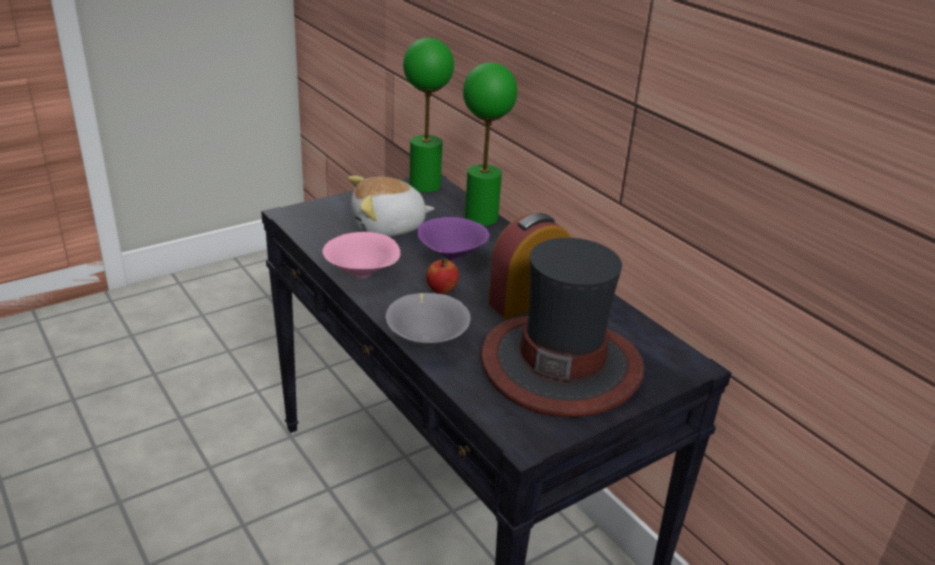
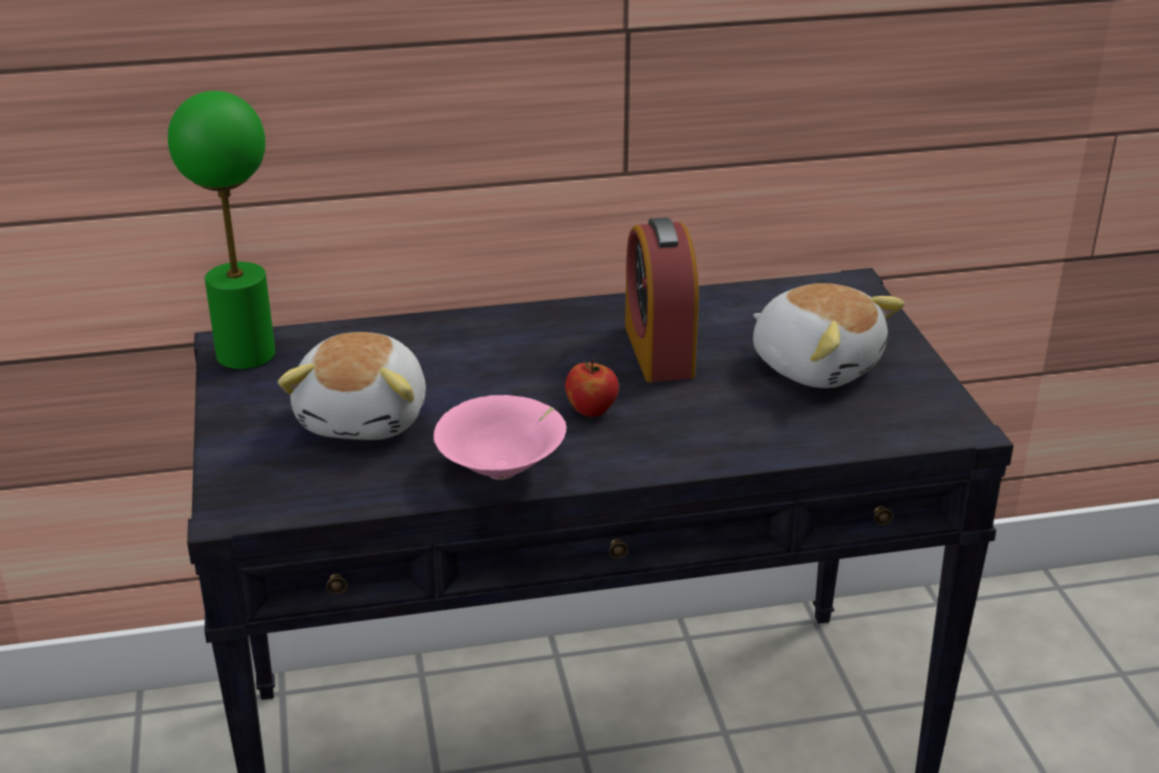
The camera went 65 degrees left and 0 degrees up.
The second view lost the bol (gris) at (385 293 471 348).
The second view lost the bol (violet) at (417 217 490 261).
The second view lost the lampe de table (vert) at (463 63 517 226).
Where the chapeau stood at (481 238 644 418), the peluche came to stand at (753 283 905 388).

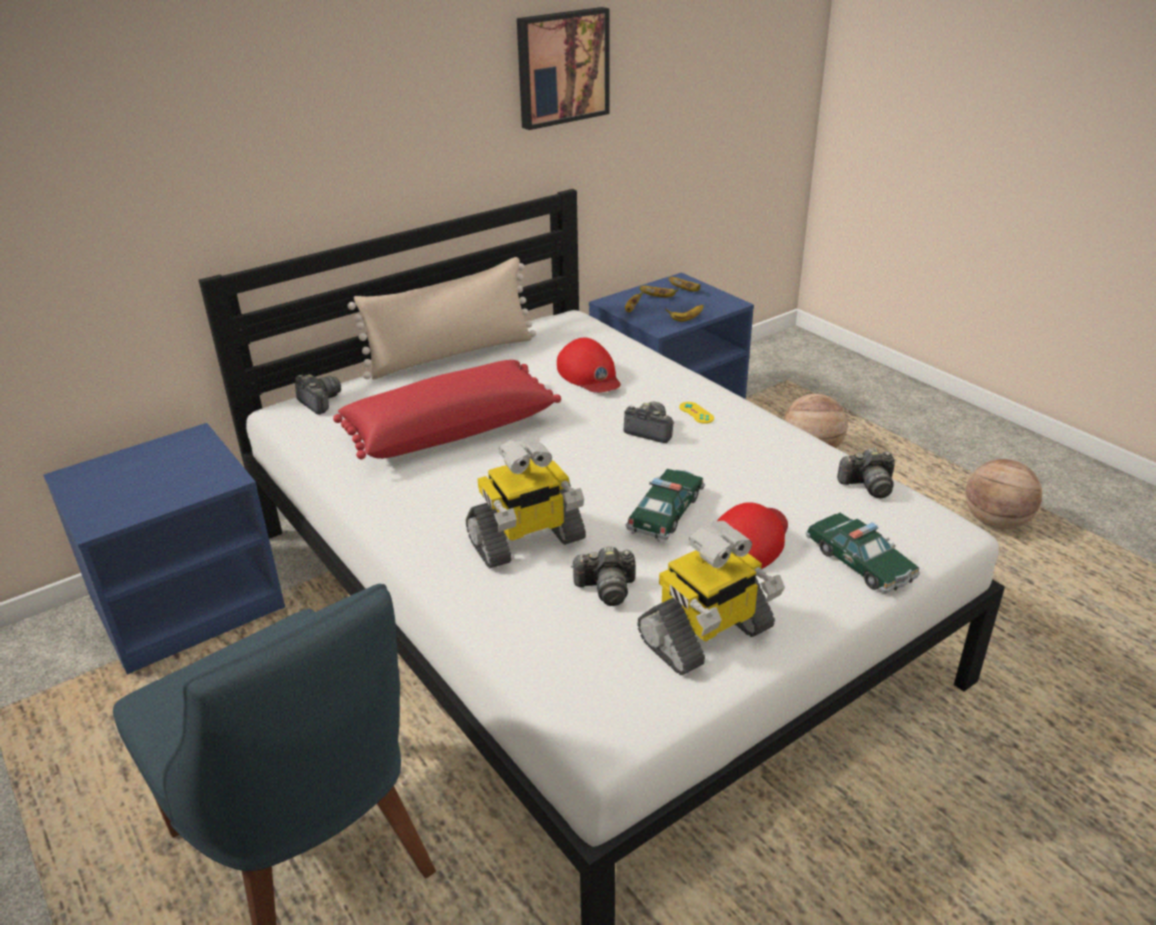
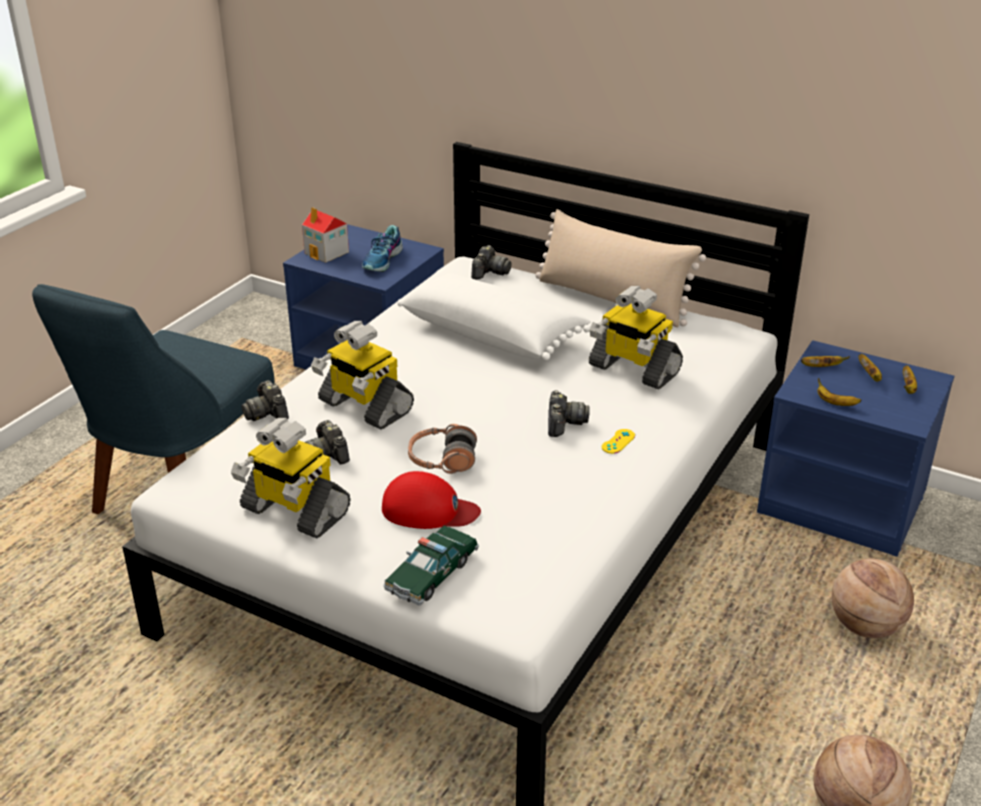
The camera went 65 degrees right and 0 degrees up.
The second view lost the tableau at (517 7 610 130).
The second view gained the maison miniature at (302 207 349 263).
The second view gained the chaussure at (362 225 403 272).
The appareil photo ended up elsewhere, having gone from (837 448 895 498) to (241 380 289 421).
Where the casquette (rouge) stood at (557 337 621 393), the robot jouet came to stand at (589 286 683 389).
Where the petite voiture stood at (625 469 705 541), the casque audio came to stand at (408 424 477 474).
What was the coussin (rouge) at (333 360 561 460) turned into the coussin (blanc) at (397 273 591 360).

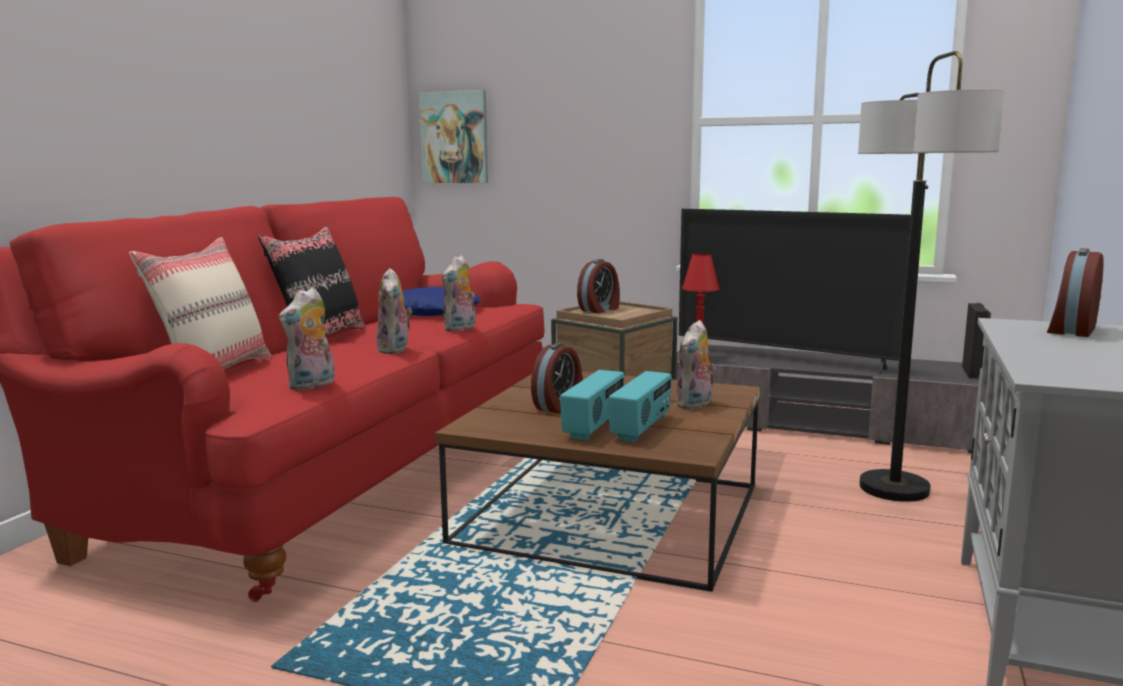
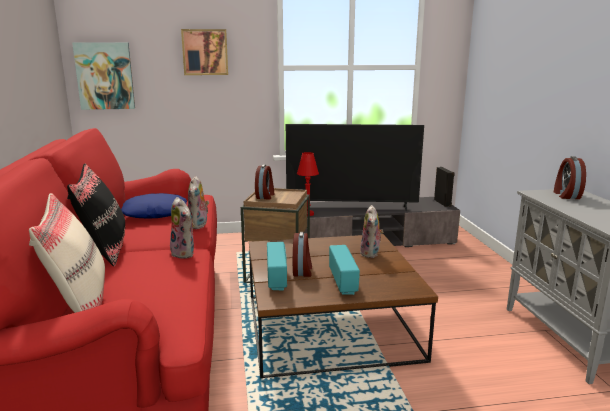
The camera went 30 degrees left and 5 degrees up.
The second view lost the peluche at (279 288 335 390).
The second view lost the lampadaire at (858 51 1004 502).
The second view gained the tableau at (181 29 228 75).
The radio ended up elsewhere, having gone from (608 371 672 443) to (267 242 287 291).

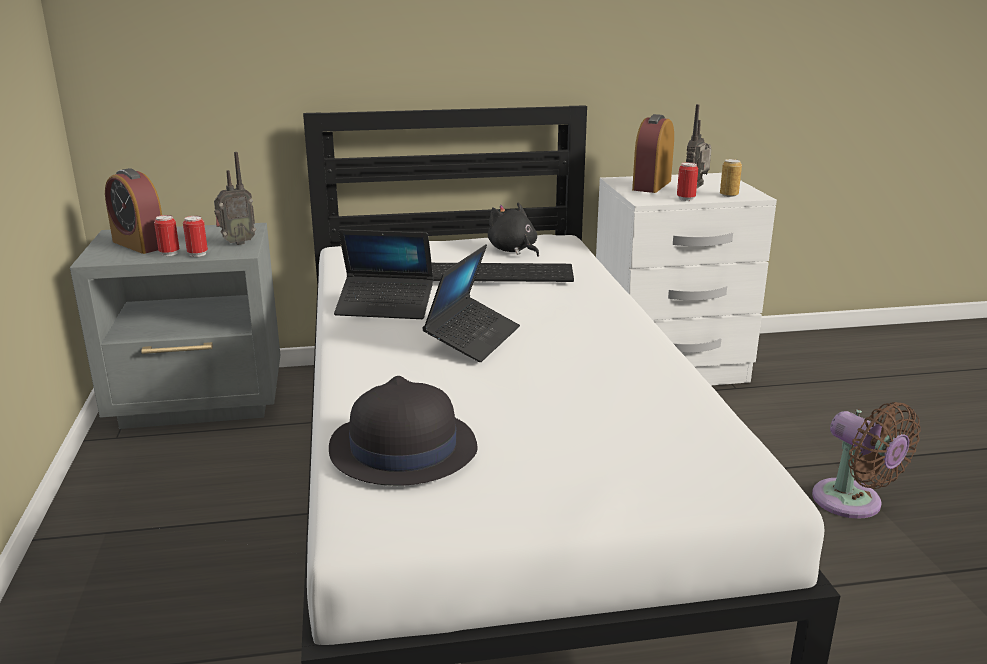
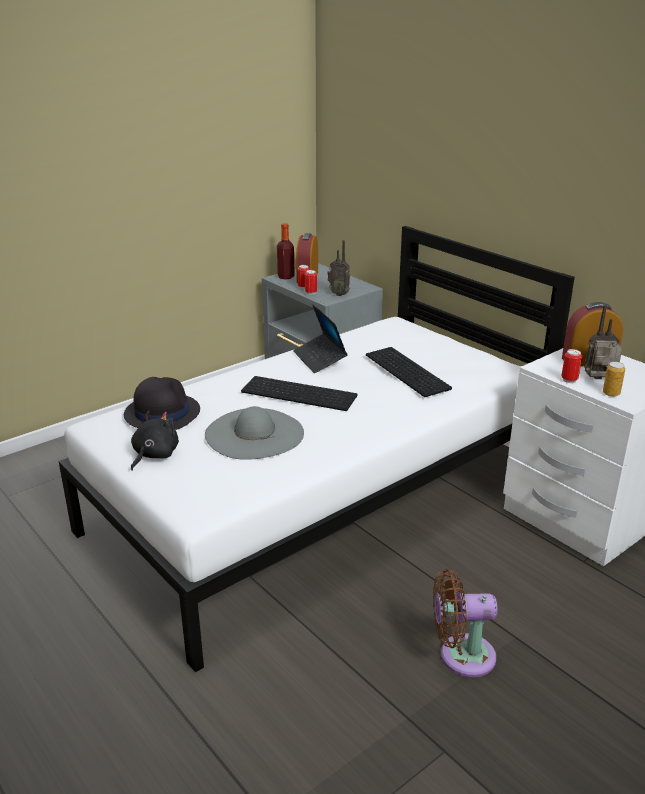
The camera went 60 degrees right and 5 degrees up.
The second view gained the chapeau (gris) at (205 406 304 460).
The second view gained the bouteille at (277 223 295 279).
The peluche (noir) ended up elsewhere, having gone from (488 203 539 257) to (131 411 179 471).
Where the ordinateur portable stood at (422 244 520 362), the clavier came to stand at (241 376 358 411).
The ventilateur (marron) at (812 402 921 519) ended up facing another way, 60 degrees clockwise from before.

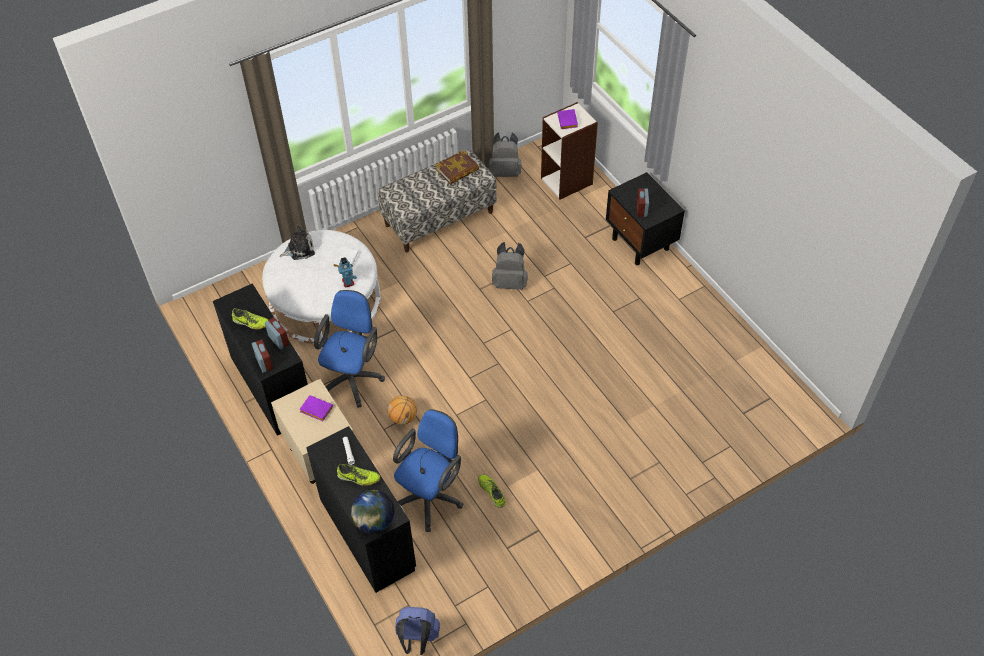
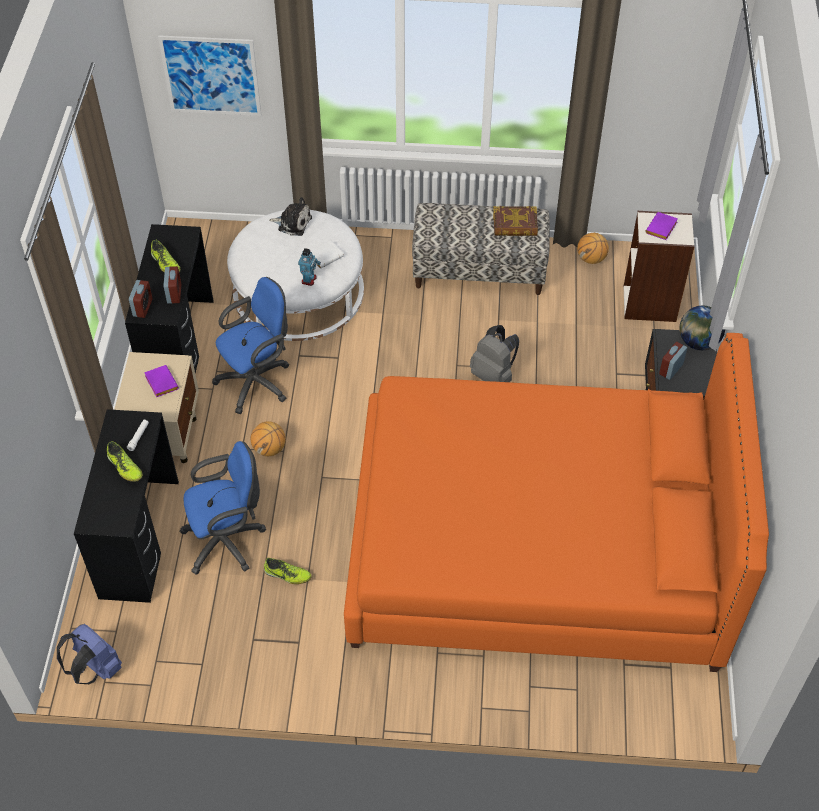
The camera went 35 degrees right and 0 degrees up.
The second view gained the tableau at (158 35 261 116).
The second view gained the lit (orange) at (344 333 769 672).
The globe ended up elsewhere, having gone from (351 490 394 534) to (680 306 725 350).
Where the sac à dos (gris) stood at (489 132 522 177), the ballon de basket came to stand at (577 233 609 264).
The chaussure at (478 475 506 508) ended up facing another way, 105 degrees clockwise from before.

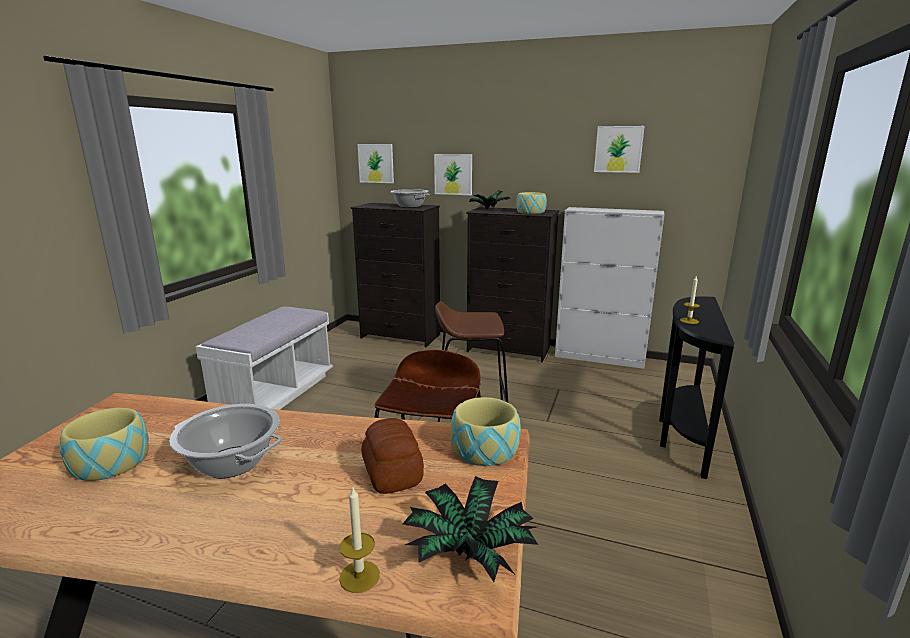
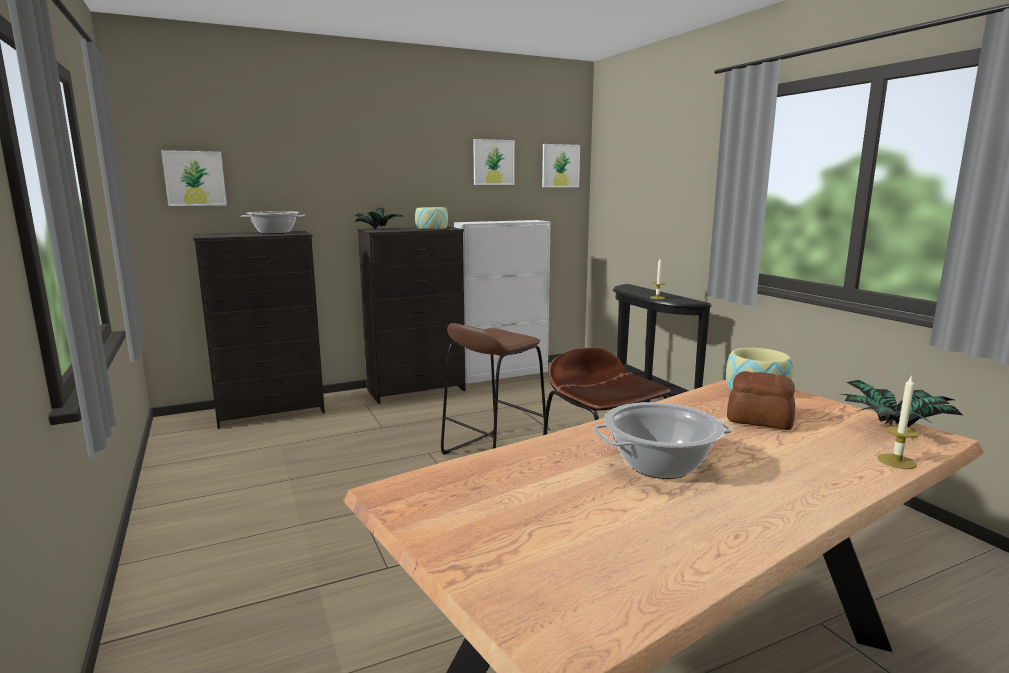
The camera went 45 degrees left and 5 degrees down.
The second view lost the bol at (59 408 149 481).
The second view lost the banc (blanc) at (196 307 333 410).
The tableau ended up elsewhere, having gone from (434 154 472 195) to (542 144 580 187).

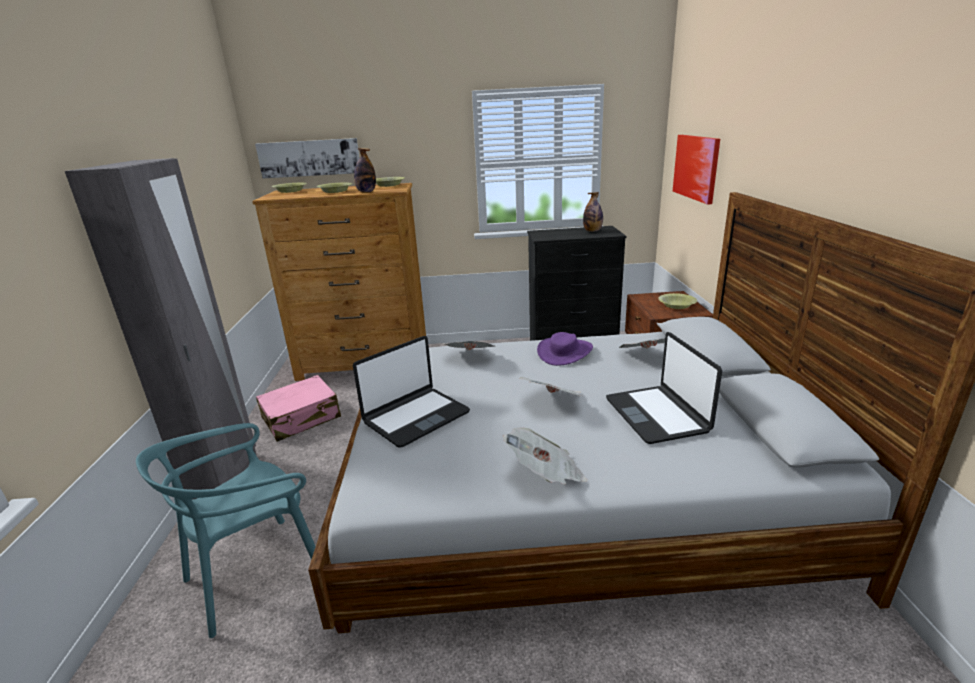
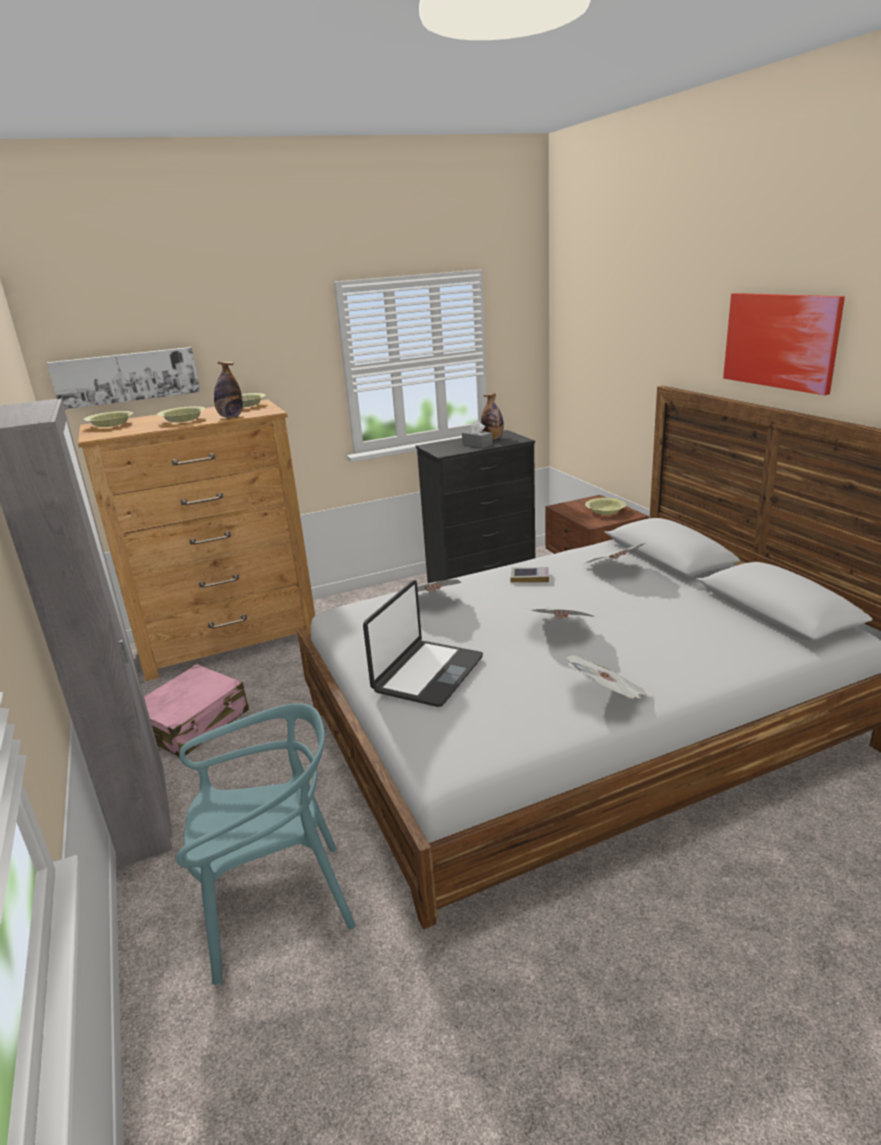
The camera went 20 degrees left and 0 degrees up.
The second view lost the ordinateur portable at (606 332 722 444).
The second view gained the boîte à mouchoirs (gris) at (462 421 493 448).
The tableau ended up elsewhere, having gone from (673 135 720 205) to (723 293 845 395).
Where the chapeau (violet) stood at (537 332 593 366), the livre came to stand at (510 567 549 583).
The chaise (turquoise) at (136 423 316 638) ended up facing another way, 135 degrees counterclockwise from before.

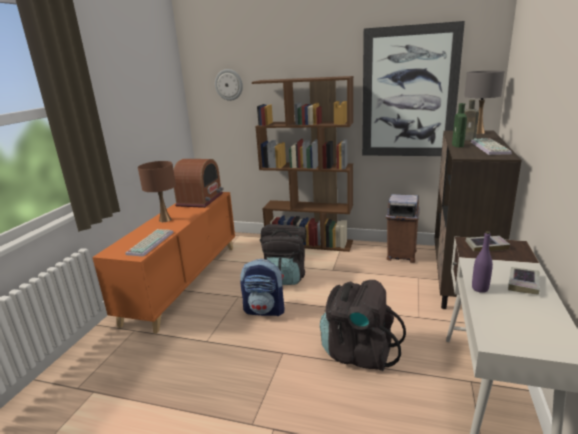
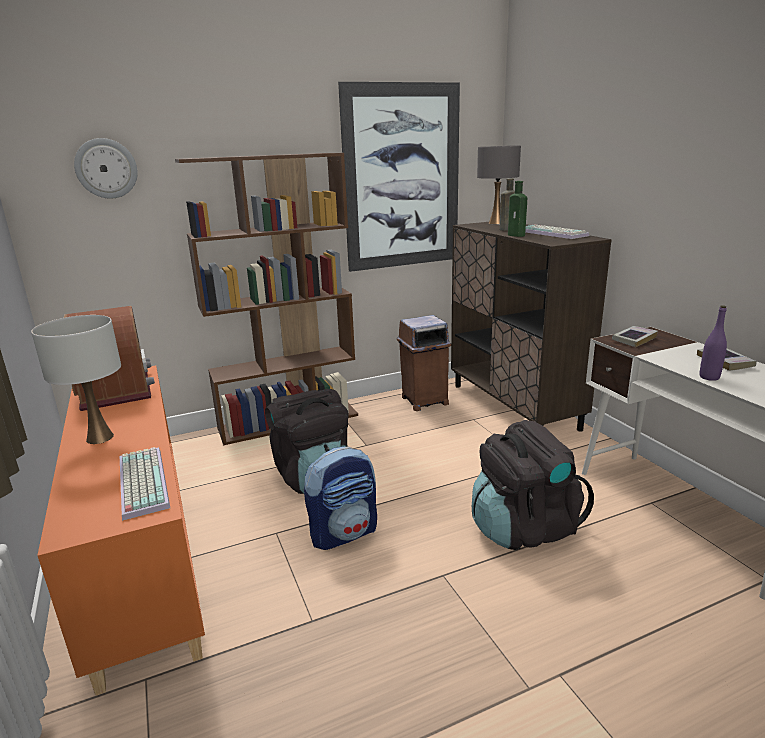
The camera went 40 degrees left and 0 degrees up.
What was the lampe de table (marron) at (138 161 176 222) turned into the lampe de table (blanc) at (31 315 121 444).

